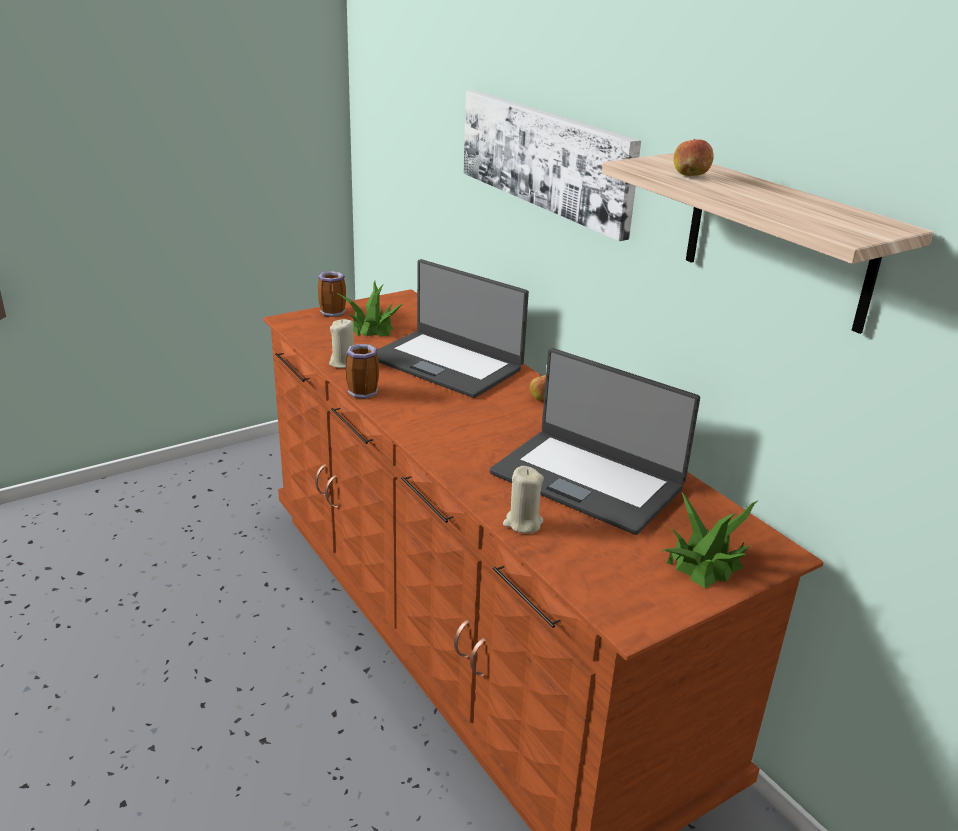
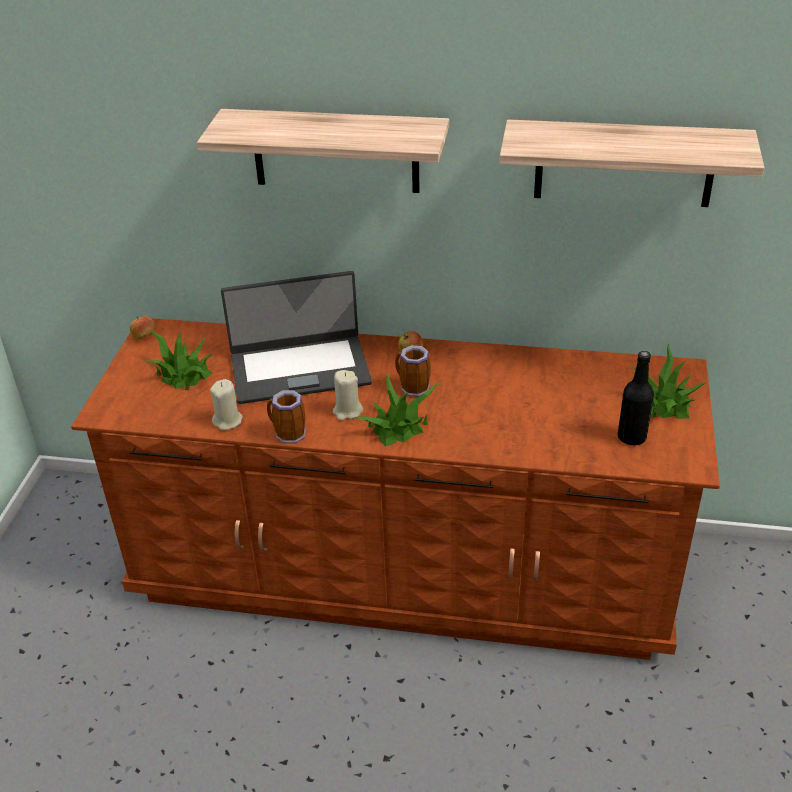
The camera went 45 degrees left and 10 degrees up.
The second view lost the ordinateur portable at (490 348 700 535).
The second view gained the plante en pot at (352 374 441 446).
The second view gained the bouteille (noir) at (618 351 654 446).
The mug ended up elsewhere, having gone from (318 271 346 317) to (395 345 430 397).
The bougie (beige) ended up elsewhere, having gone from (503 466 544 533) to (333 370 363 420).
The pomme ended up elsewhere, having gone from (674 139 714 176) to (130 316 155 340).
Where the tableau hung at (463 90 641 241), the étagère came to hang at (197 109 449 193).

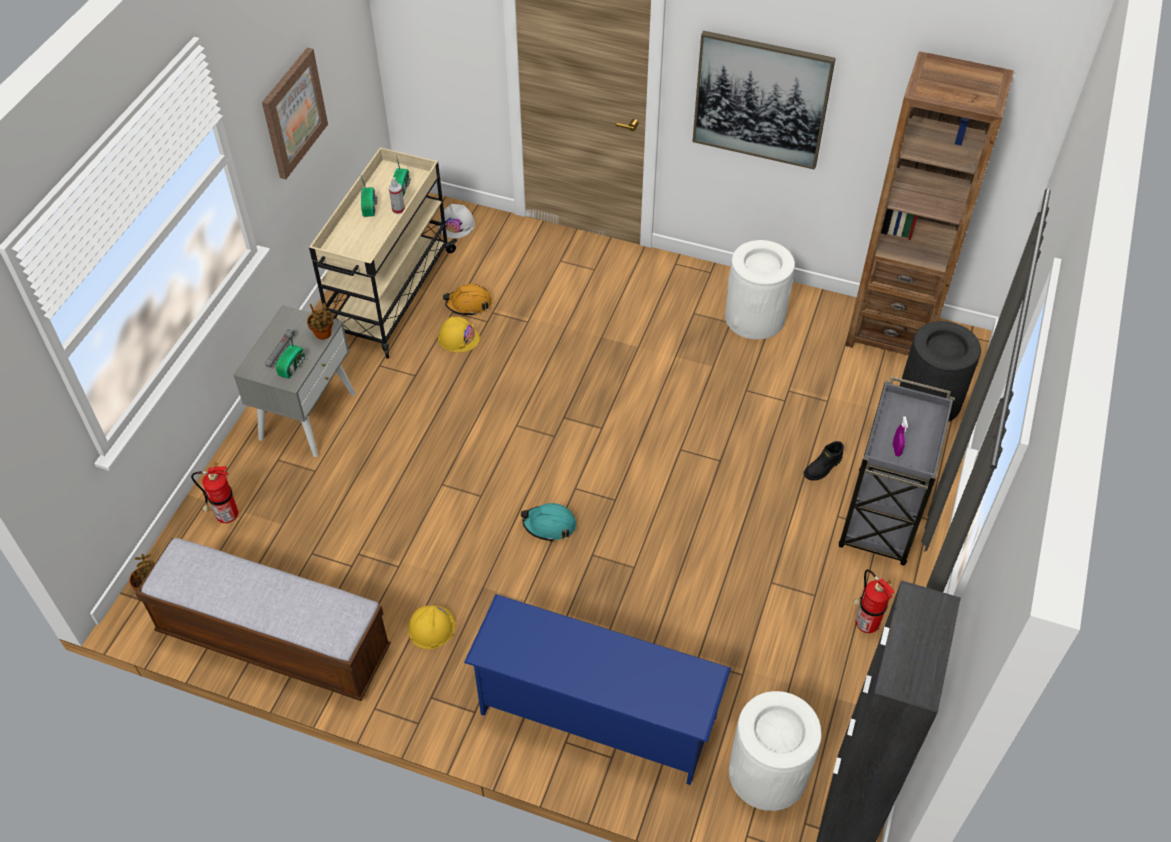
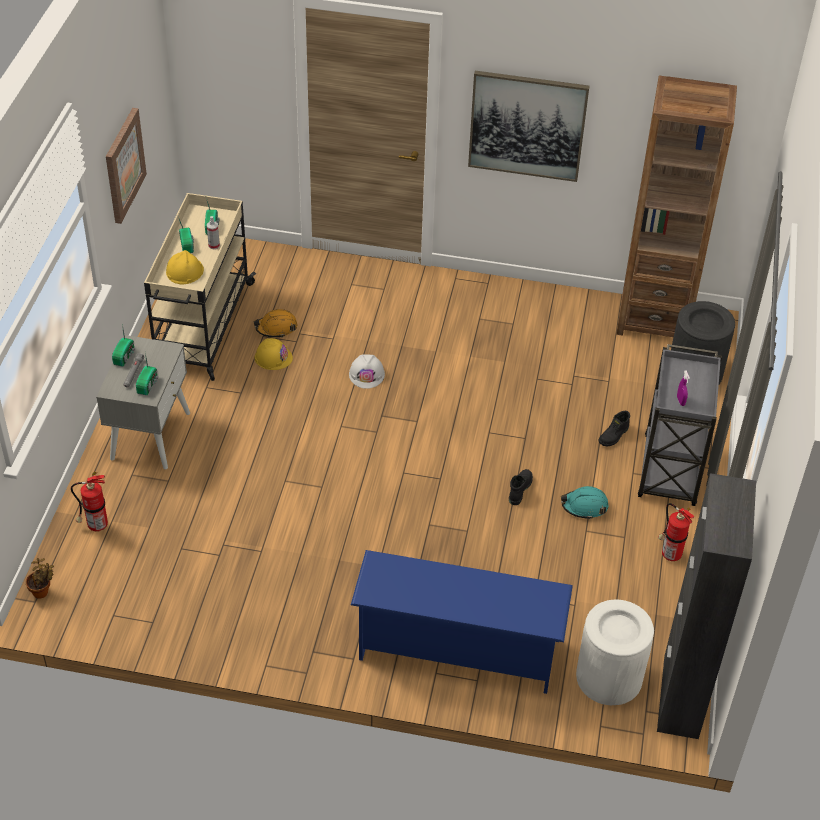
The camera went 10 degrees left and 5 degrees down.
The second view lost the banc at (135 538 391 701).
The second view lost the plante en pot at (307 303 333 340).
The second view lost the poubelle (blanc) at (725 240 795 340).
The second view gained the radio at (112 324 135 367).
The second view gained the botte (noir) at (509 469 533 505).
The casque de chantier (jaune) ended up elsewhere, having gone from (408 605 455 649) to (166 250 204 285).
The casque de chantier (blanc) ended up elsewhere, having gone from (439 204 475 239) to (349 354 385 389).
The casque de chantier (turquoise) ended up elsewhere, having gone from (521 503 576 542) to (561 486 608 519).

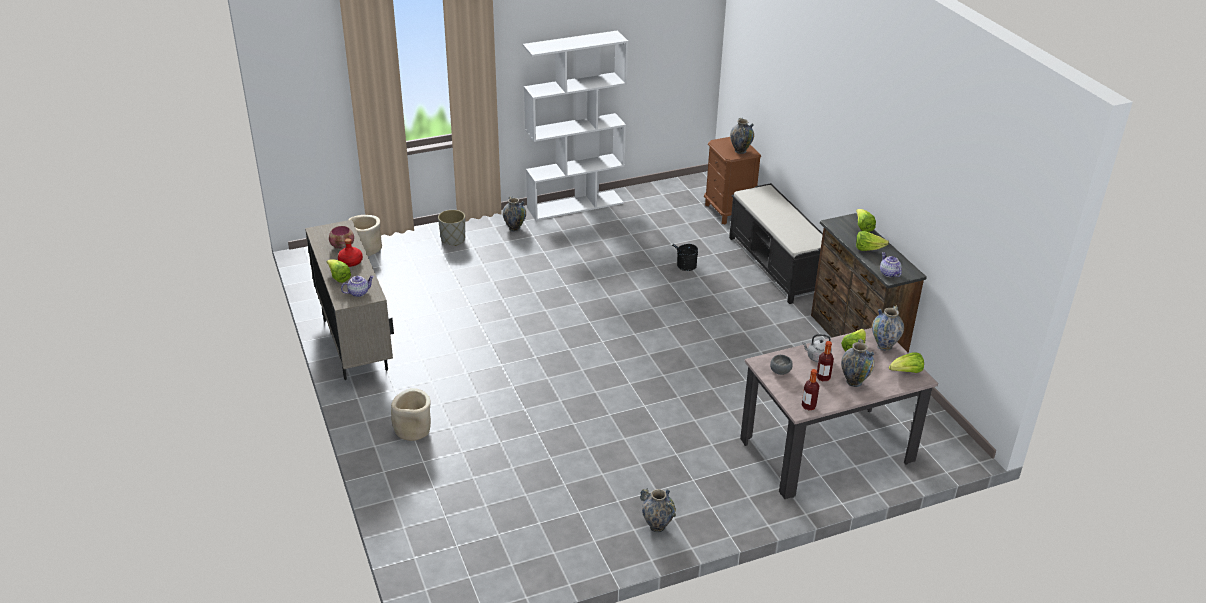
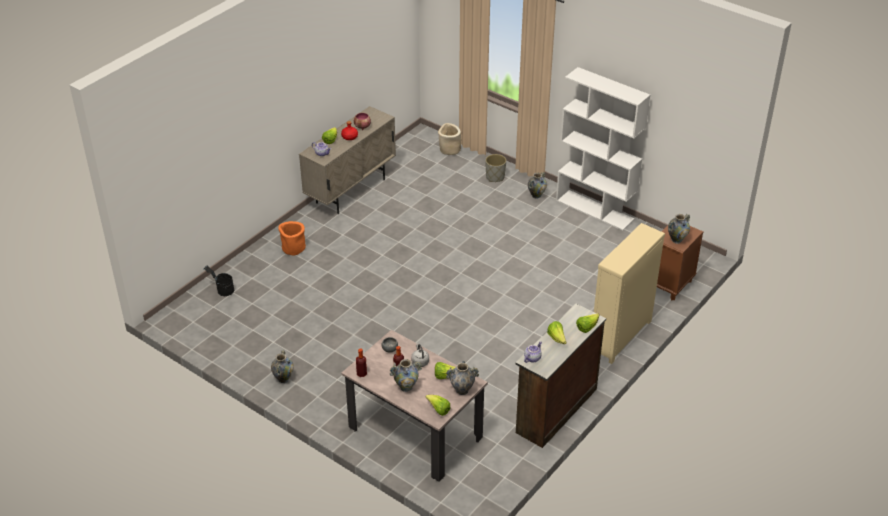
The camera went 60 degrees right and 5 degrees up.
The seau (noir) ended up elsewhere, having gone from (672 244 698 271) to (203 266 234 296).
Where the banc (noir) stood at (729 183 823 304), the commode (beige) came to stand at (594 223 665 364).
What was the cache-pot (beige) at (391 388 431 441) turned into the cache-pot (orange) at (278 221 306 255).

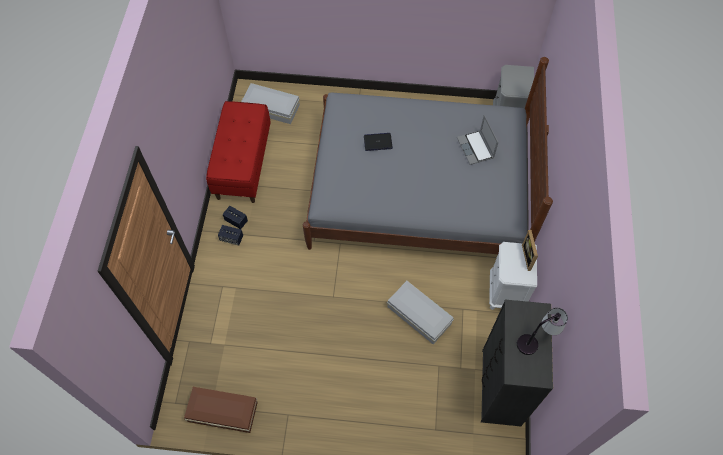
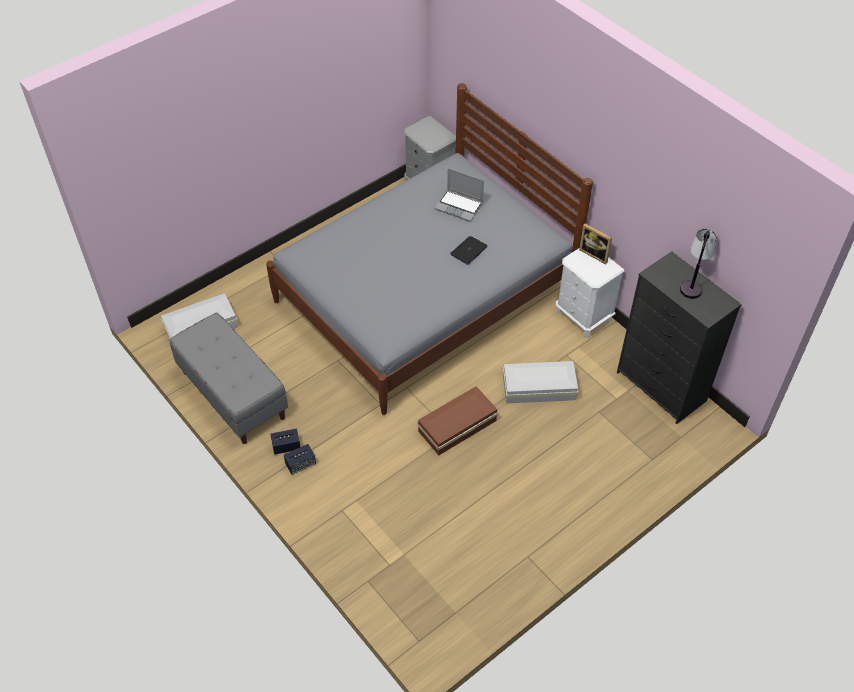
The camera went 45 degrees left and 10 degrees down.
The boîte de rangement (marron) ended up elsewhere, having gone from (184 387 258 433) to (417 386 498 455).
The ordinateur portable ended up elsewhere, having gone from (364 133 393 151) to (450 236 488 265).
What was the banc (rouge) at (206 101 271 203) turned into the banc (gris) at (170 312 288 444).

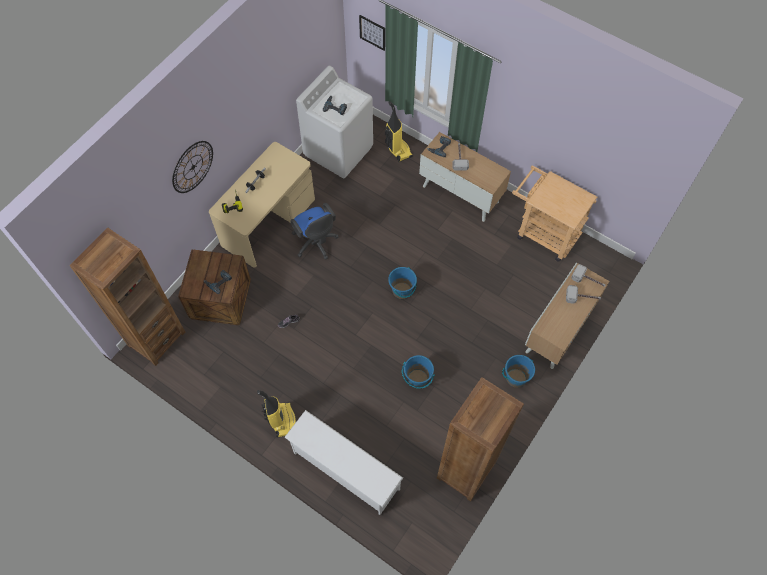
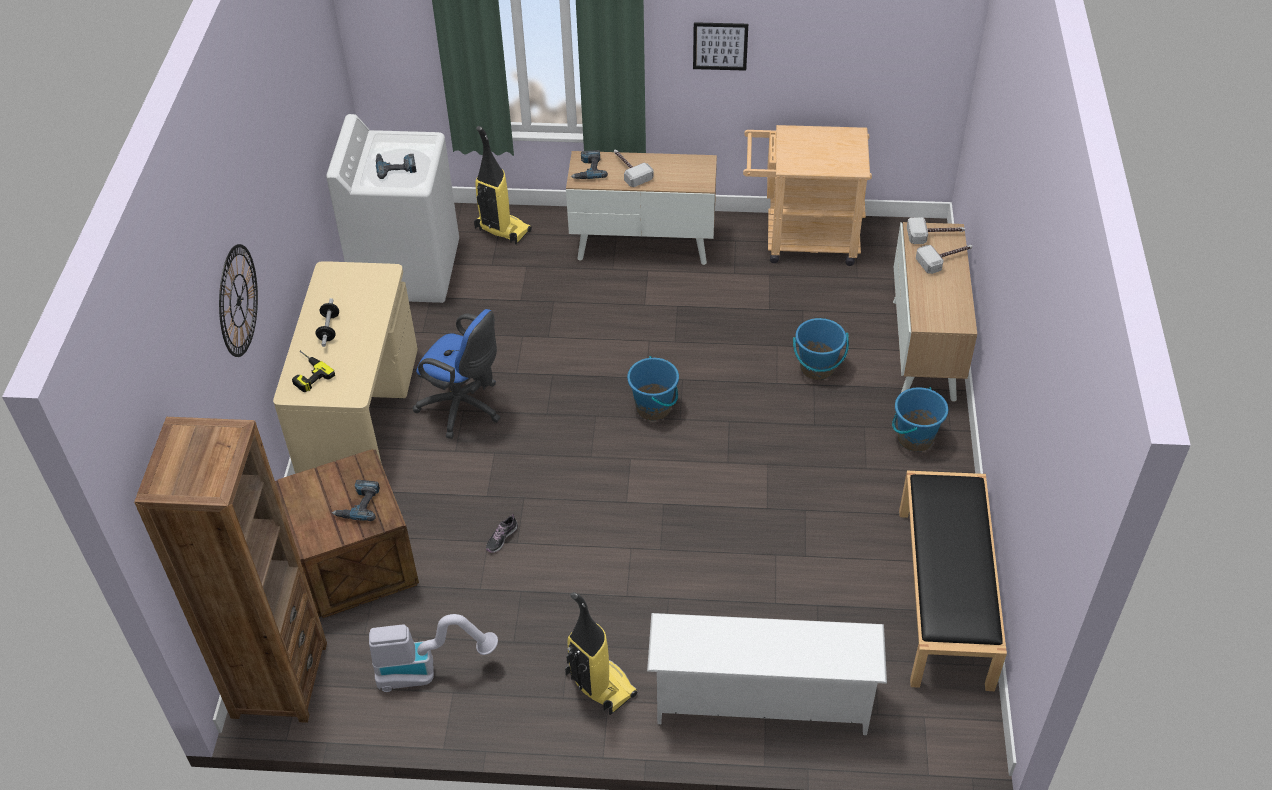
The camera went 30 degrees left and 15 degrees down.
The second view gained the aspirateur at (369 614 498 692).
The tableau ended up elsewhere, having gone from (359 15 385 51) to (693 22 748 71).
The seau (bleu) ended up elsewhere, having gone from (402 355 434 388) to (793 318 849 380).
Where the bibliothèque (marron) stood at (437 377 524 502), the banc (noir) came to stand at (899 471 1007 691).

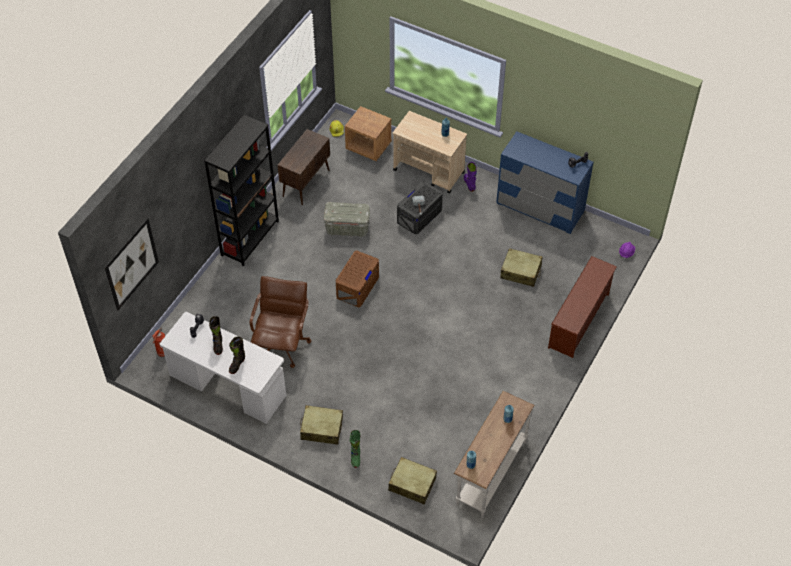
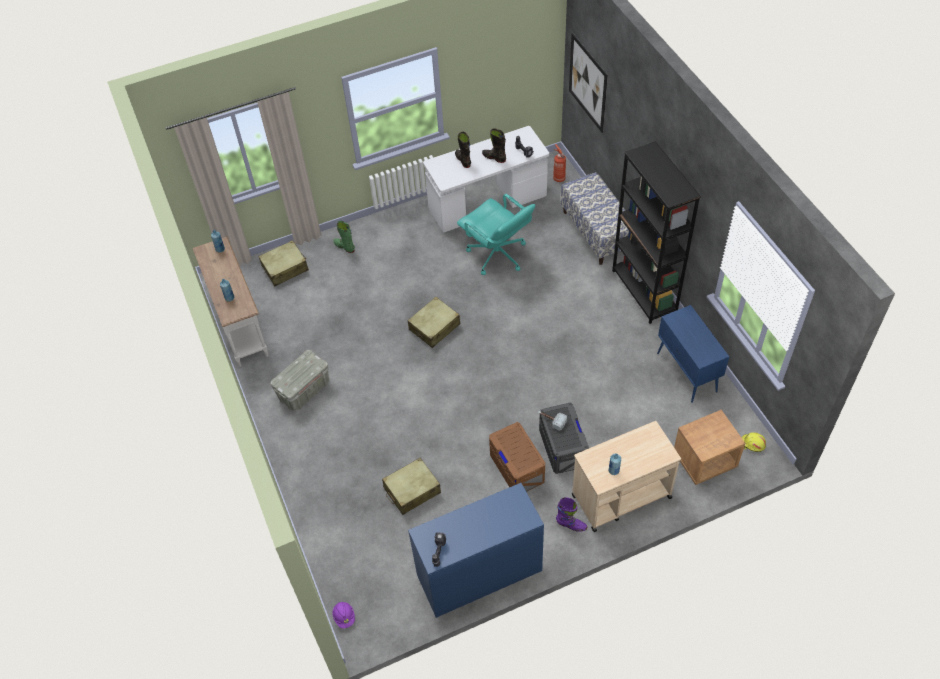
The camera went 130 degrees right and 0 degrees up.
The second view lost the étagère à chaussures (marron) at (548 256 617 358).
The second view gained the banc at (561 172 629 265).
The valise (beige) ended up elsewhere, having gone from (300 405 343 445) to (408 297 460 348).
The boîte de rangement (gris) ended up elsewhere, having gone from (324 202 370 237) to (271 350 329 411).
The boîte de rangement (marron) ended up elsewhere, having gone from (336 250 379 307) to (489 422 545 492).
What was the chaise de bureau (marron) at (250 276 311 368) turned into the chaise de bureau (turquoise) at (457 194 535 275).
What was the meuble de rangement (marron) at (278 129 330 205) turned into the meuble de rangement (bleu) at (657 305 729 403).

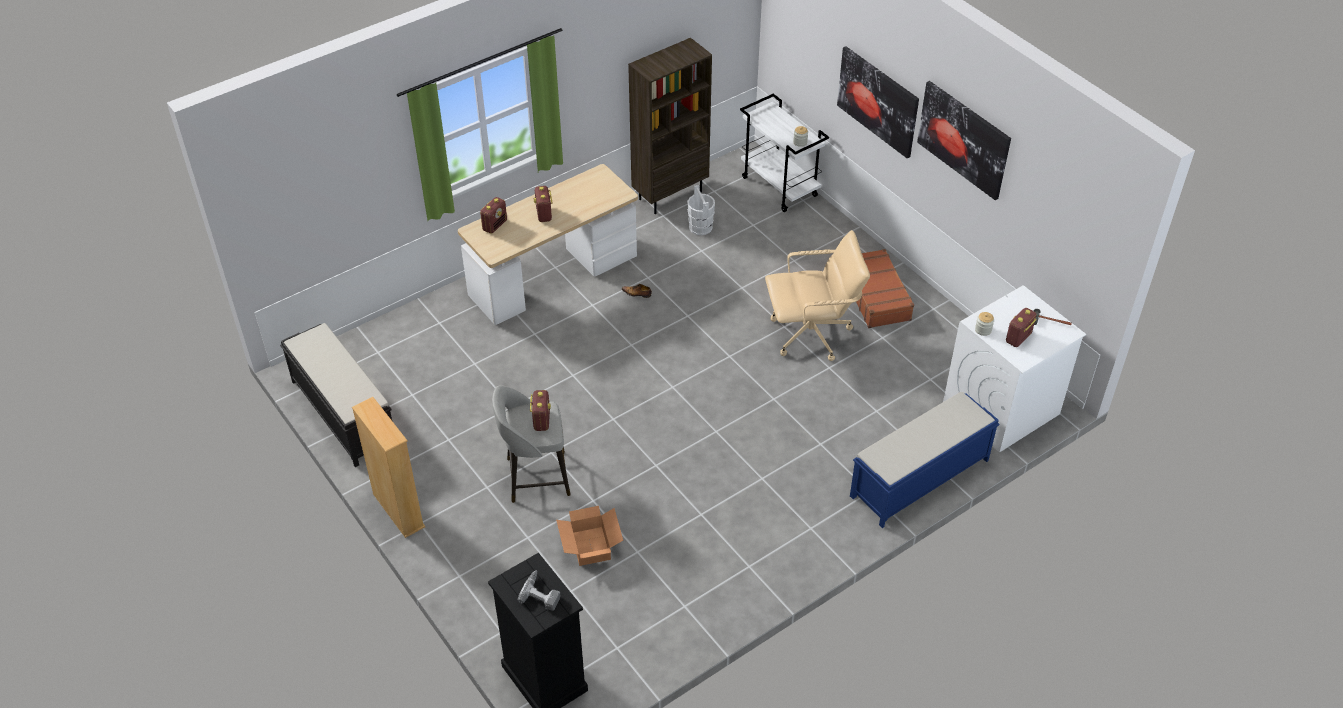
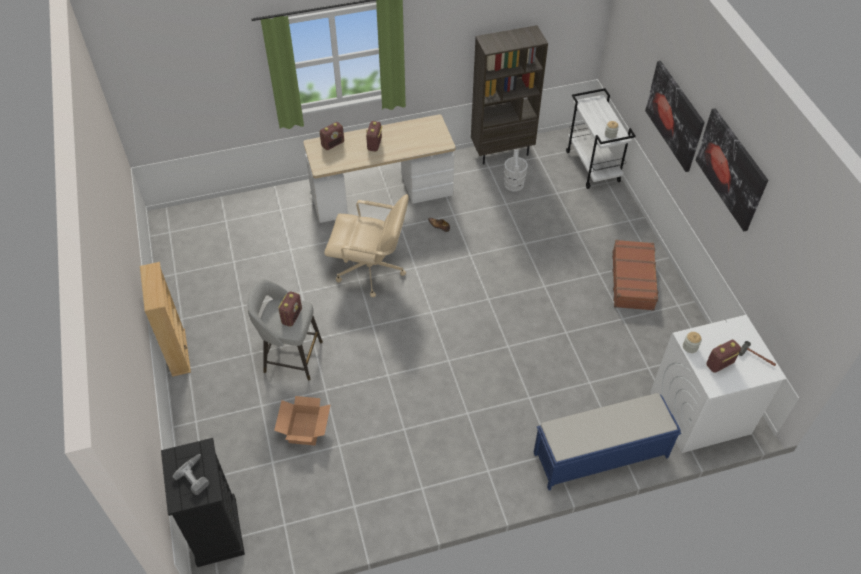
The camera went 20 degrees right and 5 degrees up.
The second view lost the banc (noir) at (280 323 392 467).
The chaise de bureau (beige) ended up elsewhere, having gone from (765 230 870 361) to (324 194 409 297).

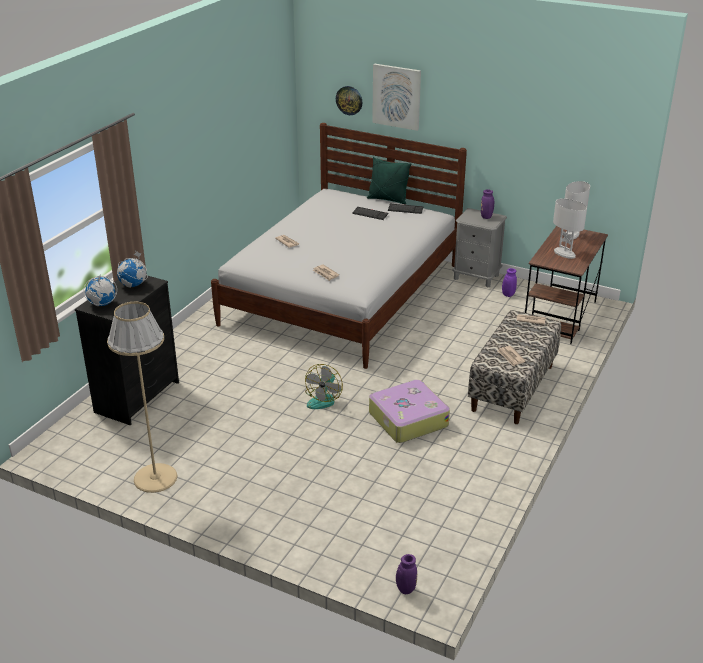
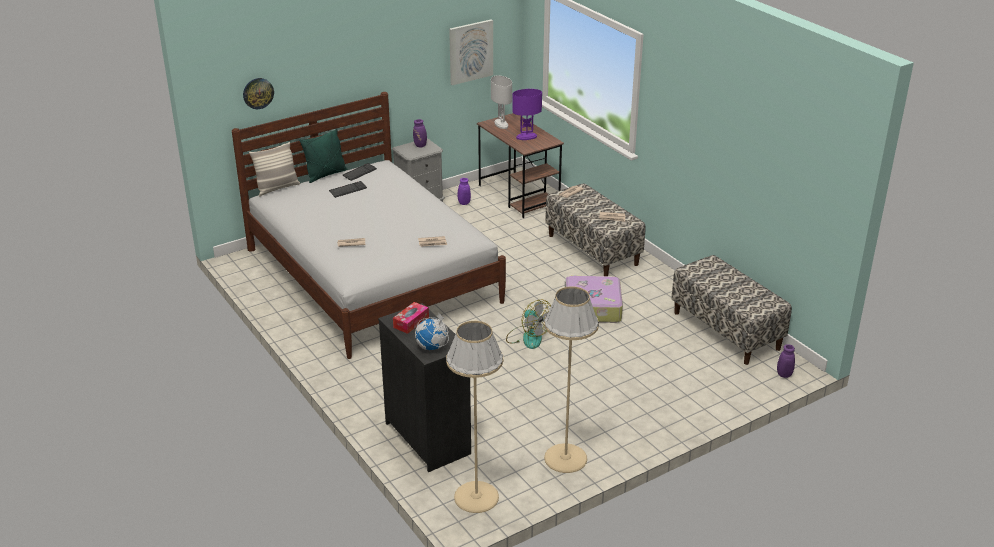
The camera went 60 degrees left and 0 degrees up.
The second view gained the coussin at (249 142 300 196).
The second view gained the lampadaire (beige) at (446 321 503 513).
The second view gained the banc at (671 255 792 365).
The tableau ended up elsewhere, having gone from (372 64 421 131) to (449 19 493 85).
Where the globe stood at (117 251 148 288), the boîte à mouchoirs came to stand at (393 302 429 334).
What was the lampe de table (blanc) at (553 198 587 259) turned into the lampe de table (violet) at (512 89 542 140).

